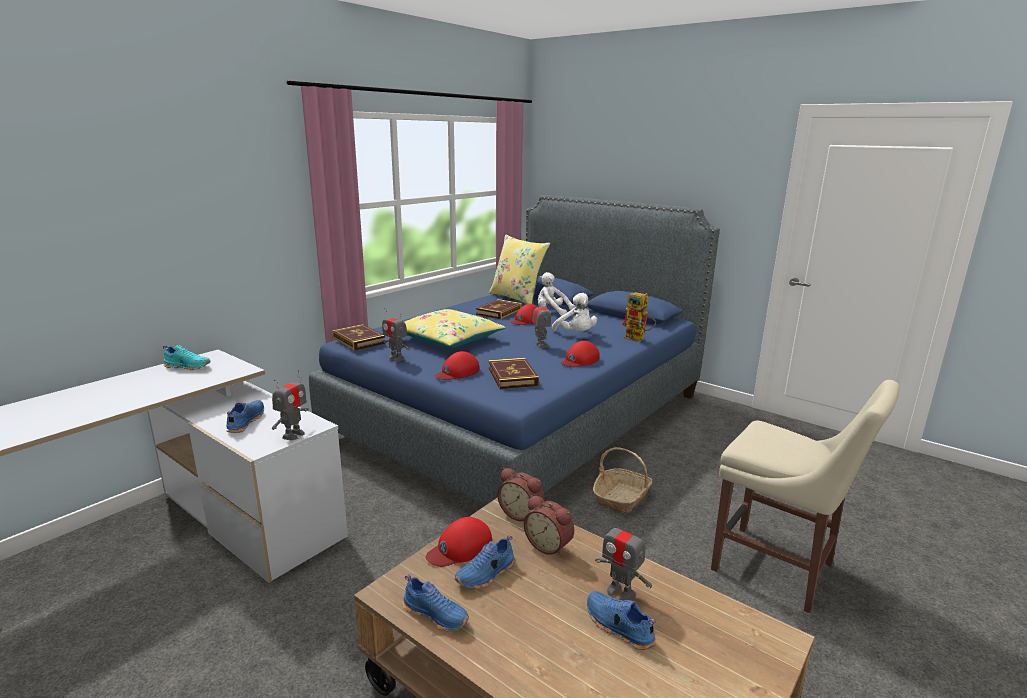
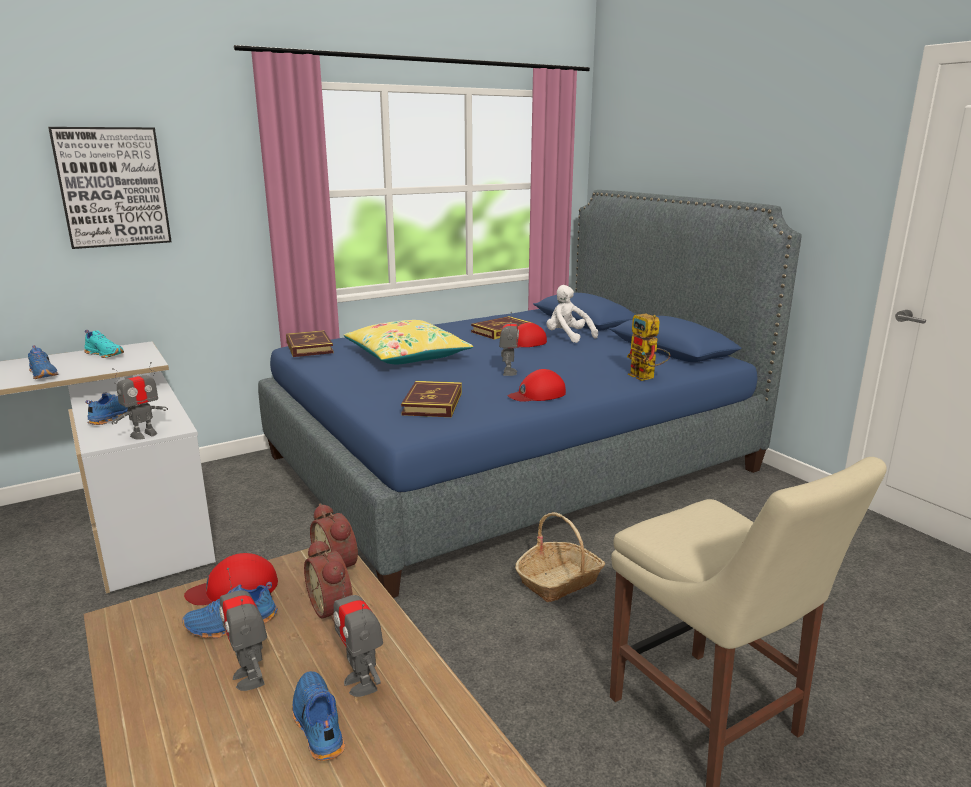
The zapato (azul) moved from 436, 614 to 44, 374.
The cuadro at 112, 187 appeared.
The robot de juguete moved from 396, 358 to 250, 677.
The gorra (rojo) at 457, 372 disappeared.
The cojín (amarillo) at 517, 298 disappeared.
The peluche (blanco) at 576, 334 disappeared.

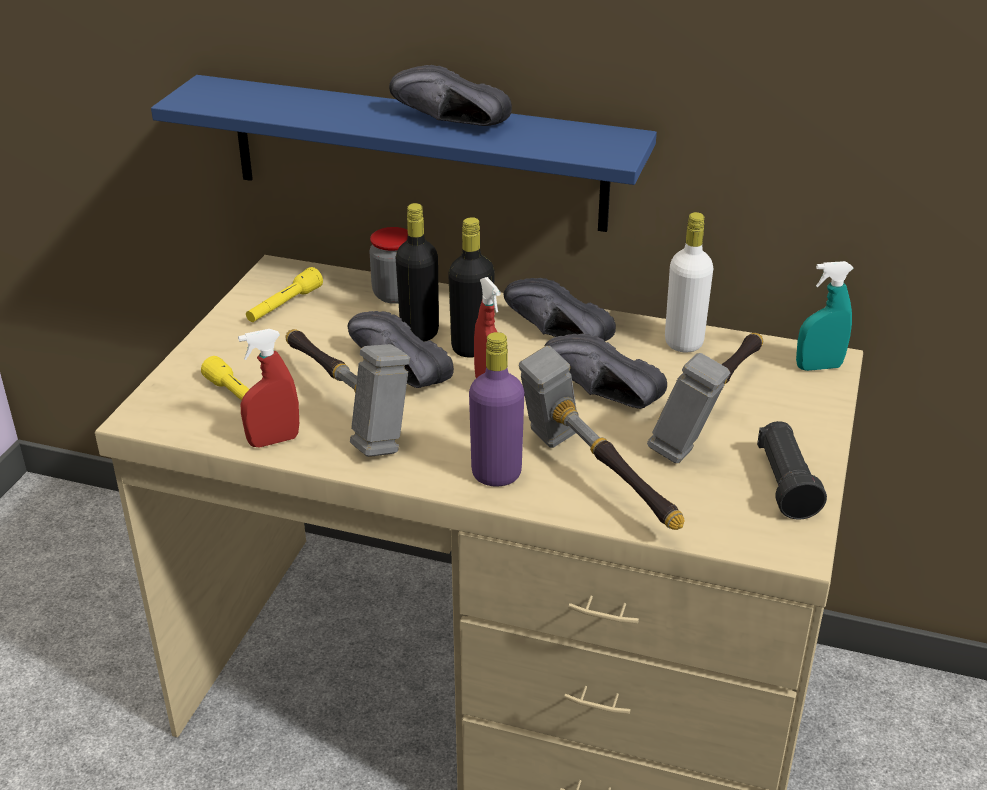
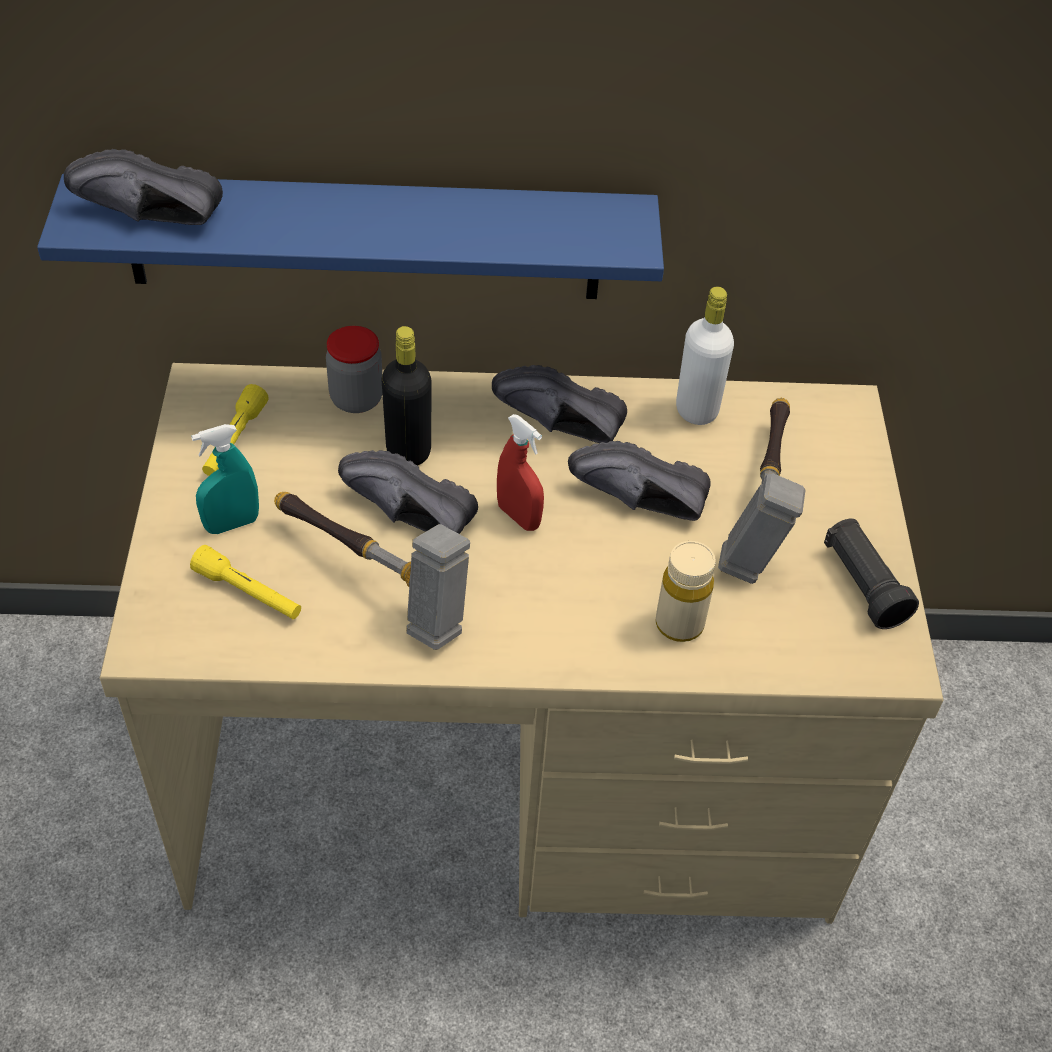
The zapato (negro) moved from 447, 123 to 147, 218.
The pulverizador (turquesa) moved from 818, 367 to 232, 524.
The martillo at 596, 481 was replaced by the botella (beis) at 679, 624.
The pulverizador (rojo) at 273, 441 disappeared.
The botella (negro) at 472, 348 disappeared.
The botella (morado) at 496, 474 disappeared.

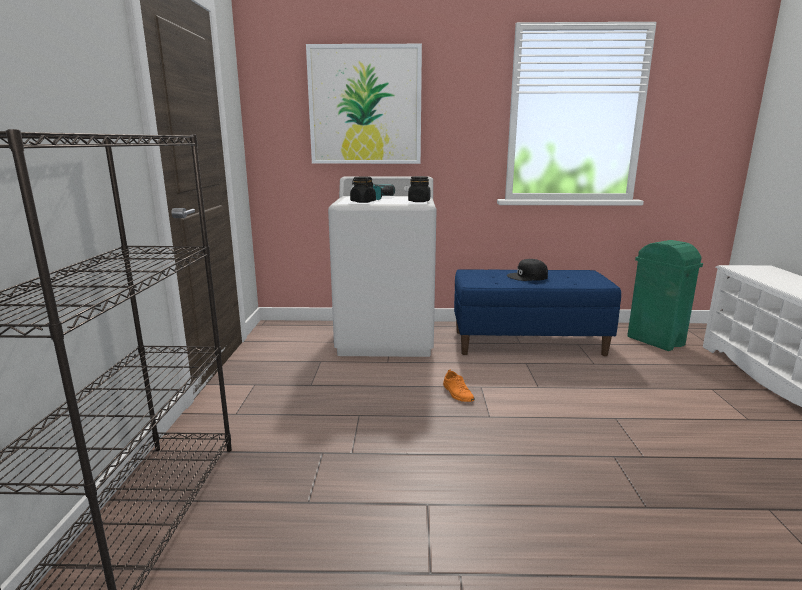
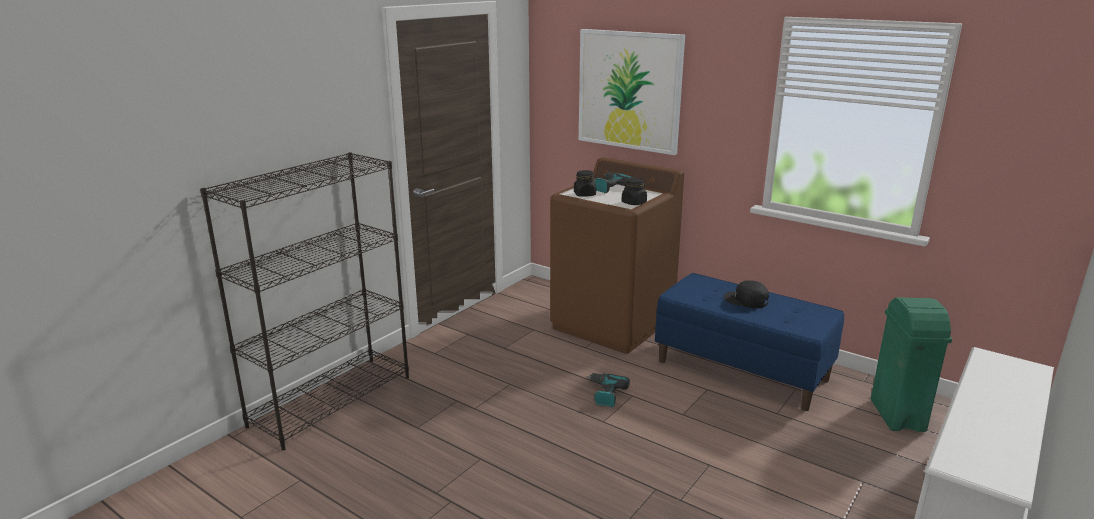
The lavadora (blanco) at 386, 338 became the lavadora (marrón) at 613, 324.
The zapato (naranja) at 457, 393 was replaced by the taladro at 605, 394.

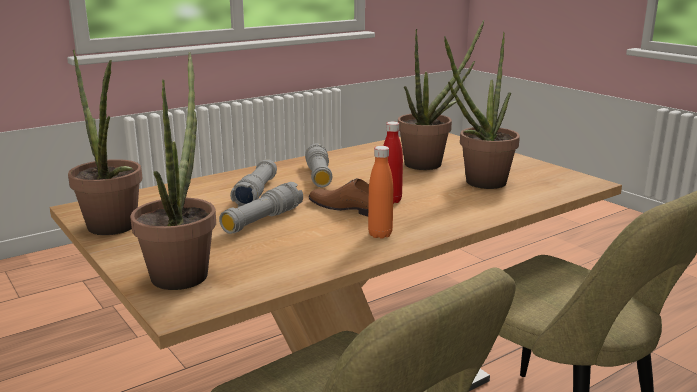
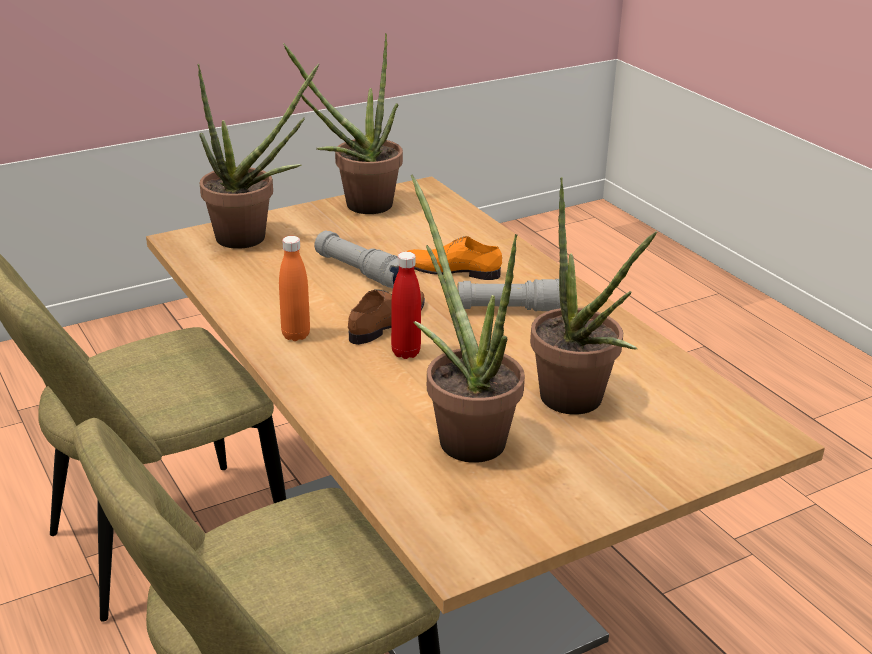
The linterna (gris) at 256, 193 was replaced by the zapato (naranja) at 451, 269.

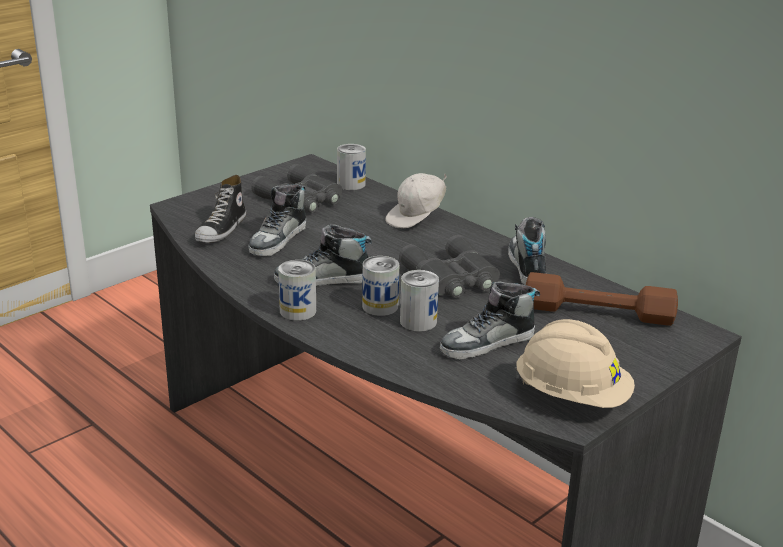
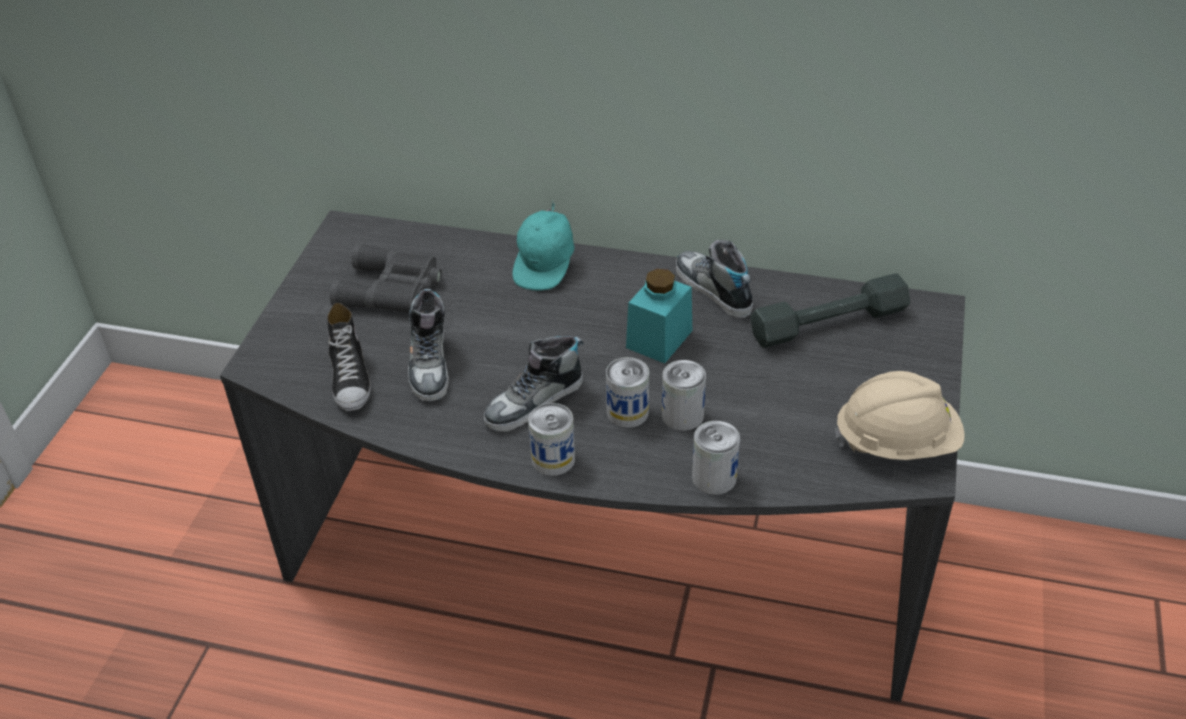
The gorra (blanco) at 418, 218 became the gorra (turquesa) at 546, 266.
The prismáticos (gris) at 452, 278 was replaced by the tarro (turquesa) at 659, 339.
The lata moved from 351, 184 to 714, 477.
The mancuerna (marrón) at 598, 312 became the mancuerna (gris) at 828, 322.
The zapato at 487, 343 disappeared.

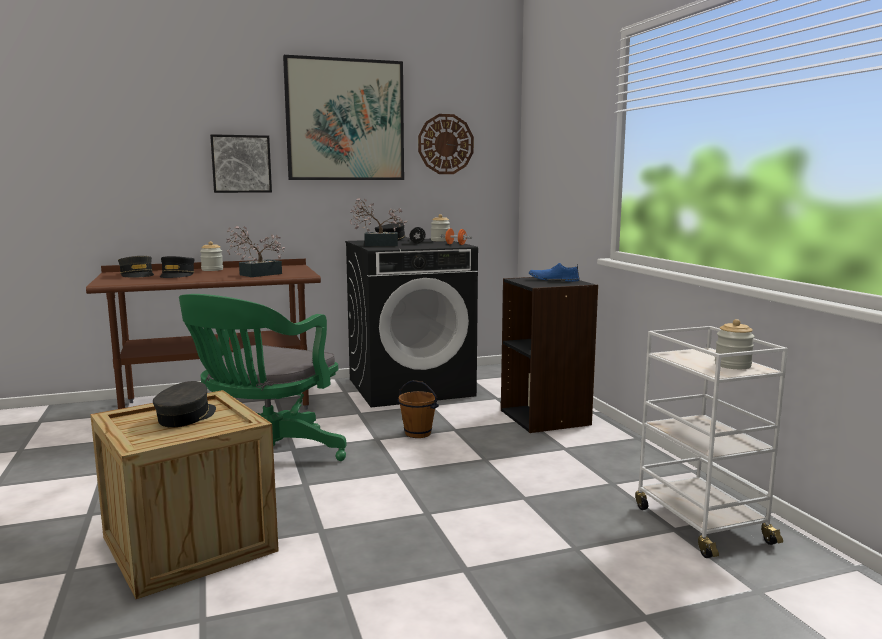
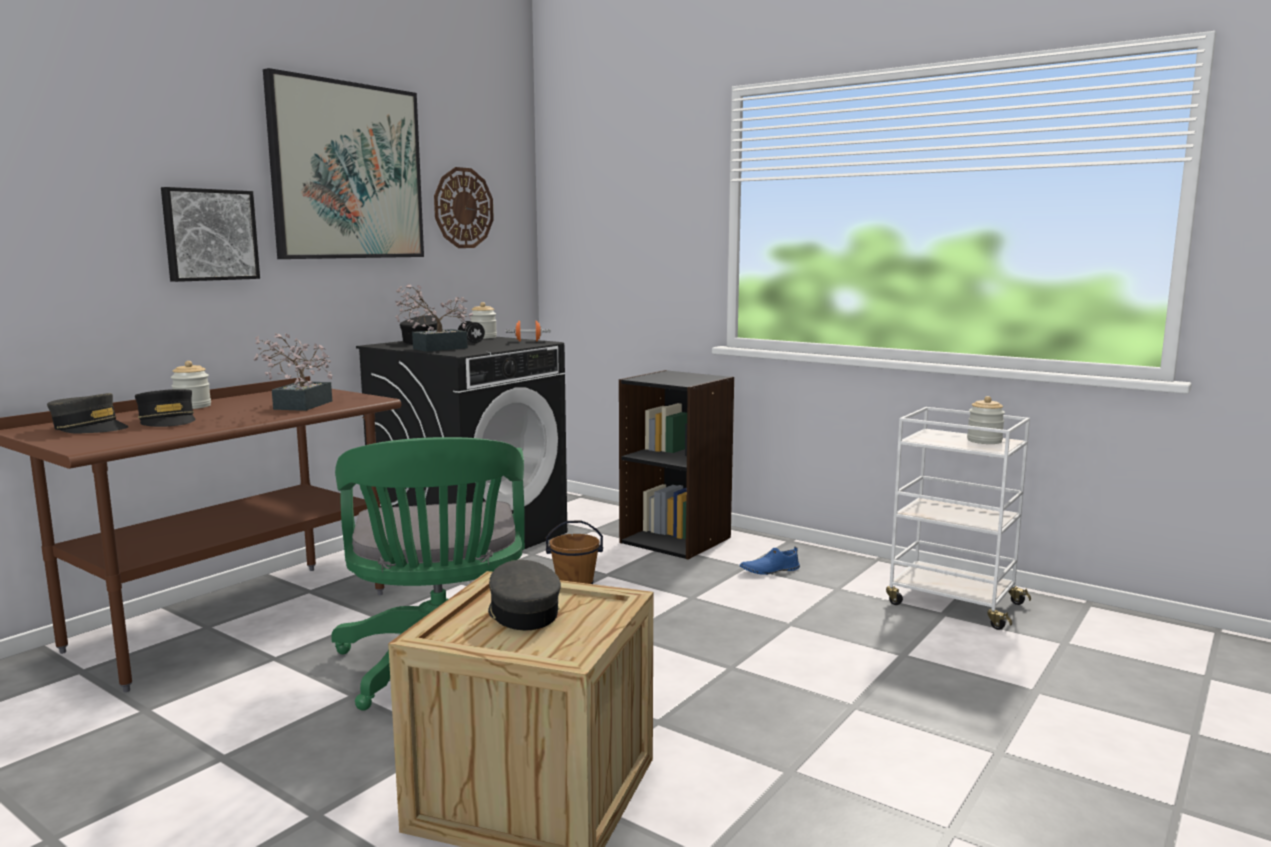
The zapato (azul) moved from 553, 280 to 769, 570.

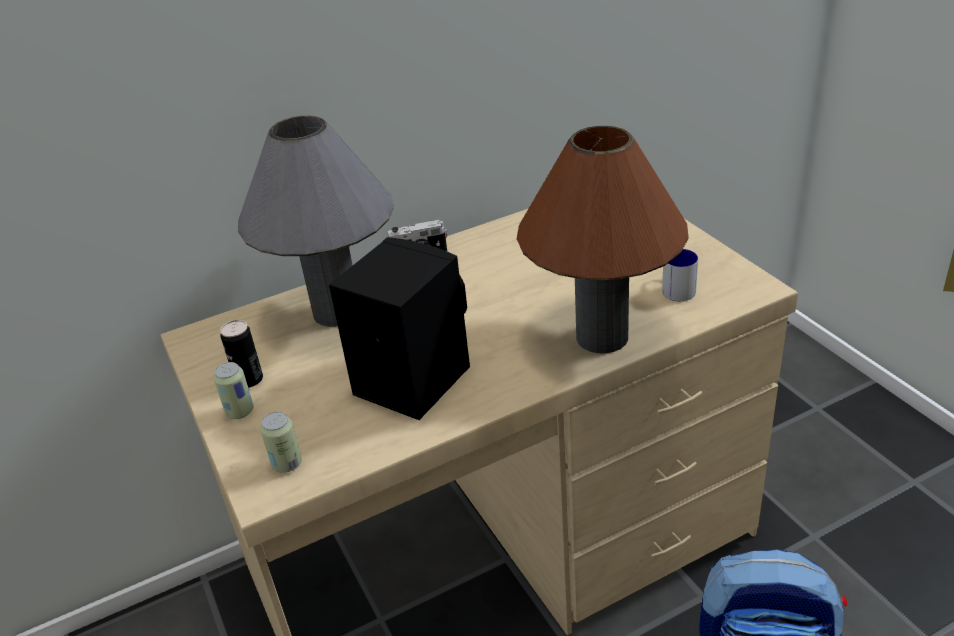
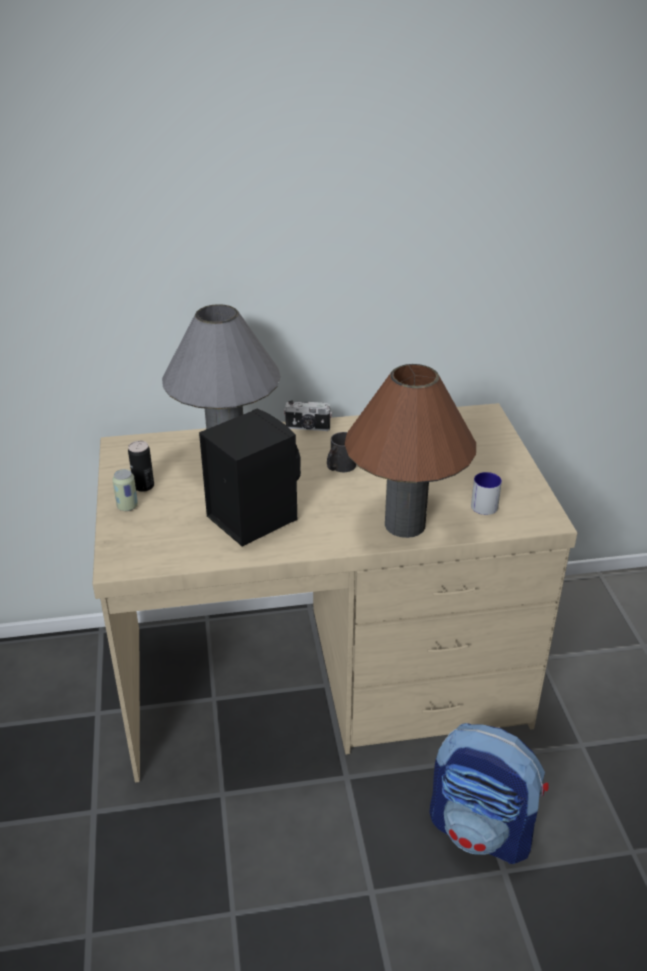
The taza grande (negro) at 339, 467 appeared.
The lata at 287, 464 disappeared.

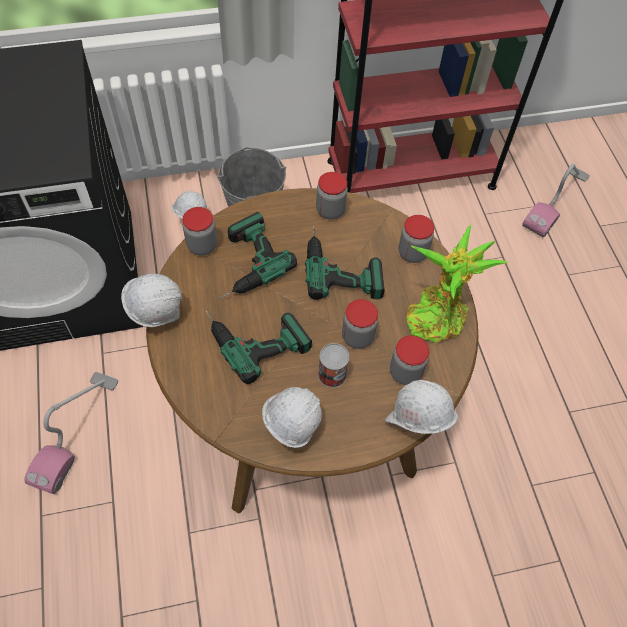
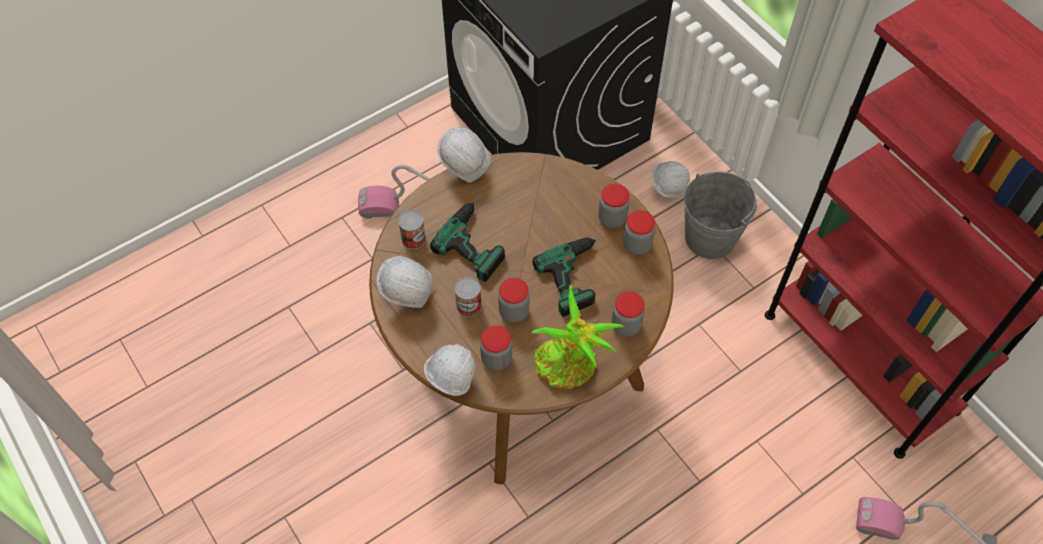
The lata at 413, 239 appeared.
The tarro moved from 202, 246 to 612, 218.
The taladro at 243, 263 disappeared.

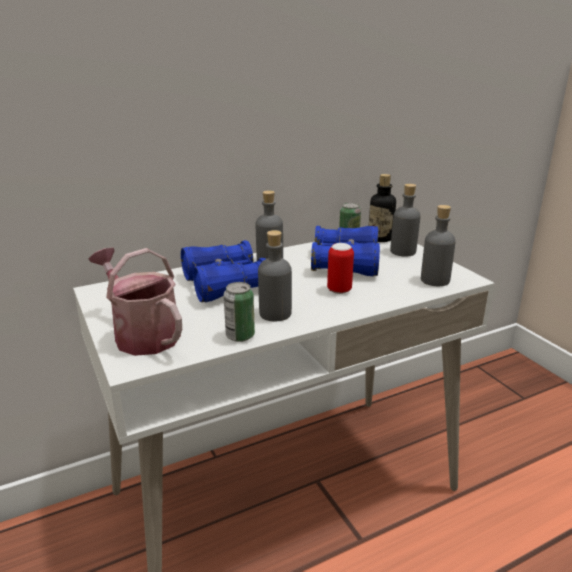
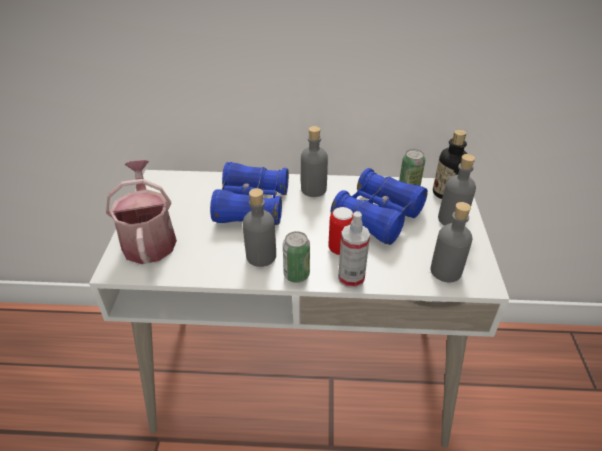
The lata moved from 240, 336 to 296, 275.
The pulverizador at 351, 278 appeared.

